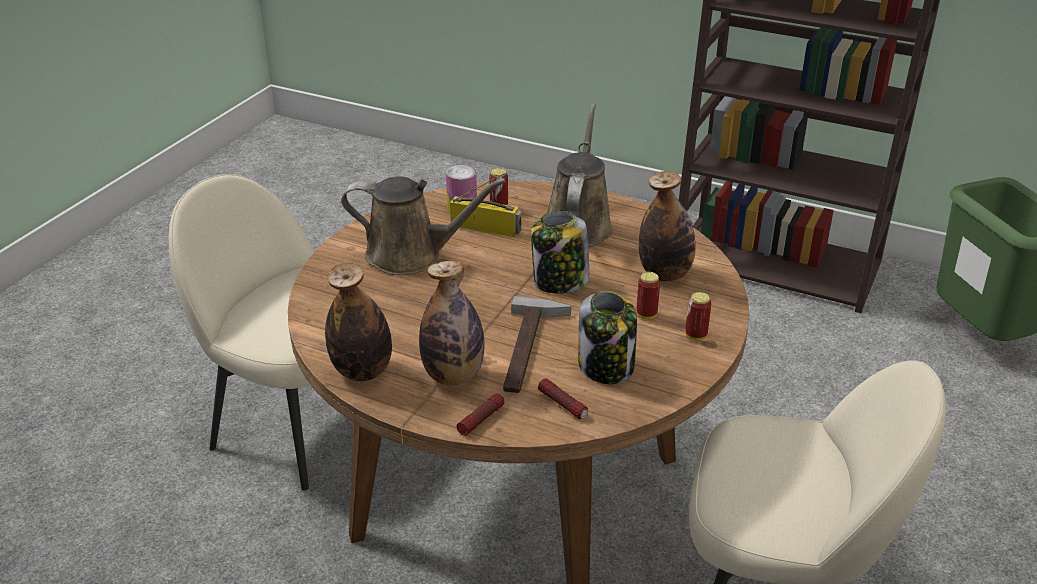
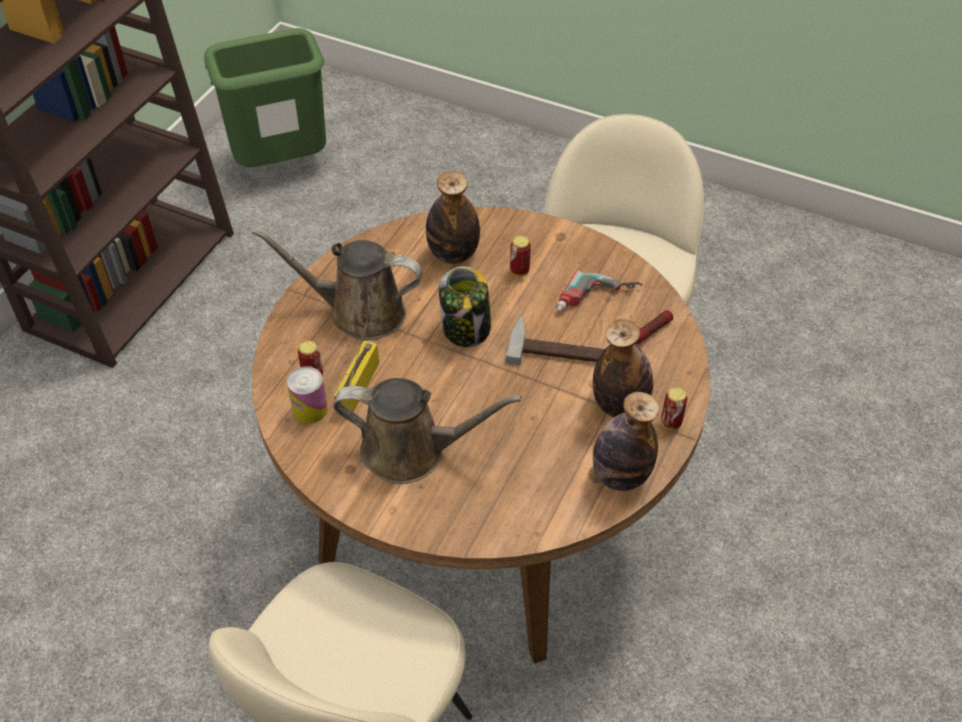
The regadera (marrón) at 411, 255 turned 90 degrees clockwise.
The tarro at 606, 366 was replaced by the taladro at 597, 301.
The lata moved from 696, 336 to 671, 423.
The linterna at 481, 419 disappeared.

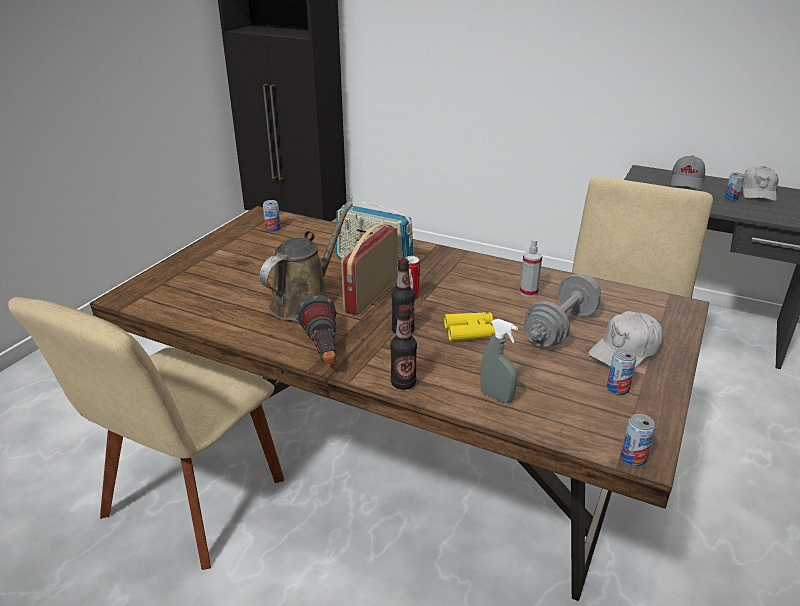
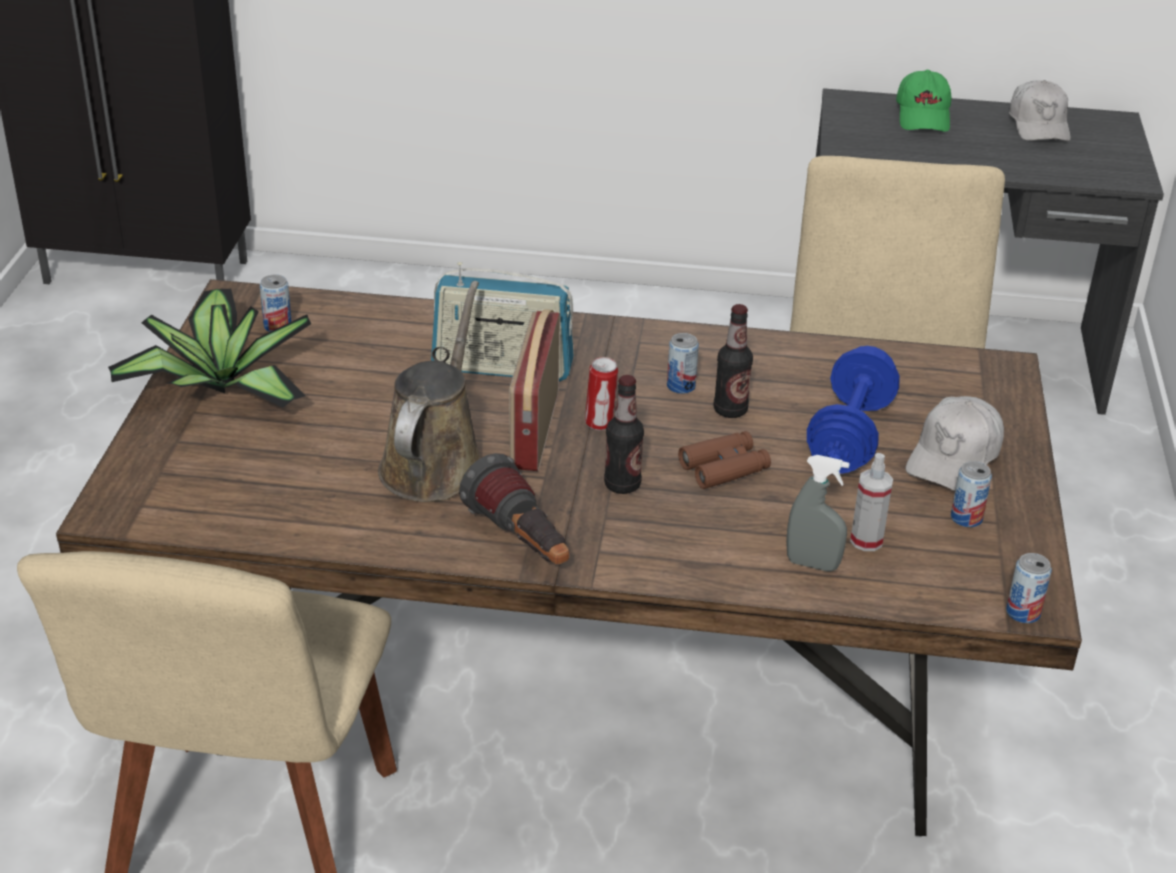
The planta en maceta at 218, 387 appeared.
The lata moved from 731, 198 to 681, 386.
The prismáticos (amarillo) at 470, 332 became the prismáticos (marrón) at 724, 468.
The botella moved from 403, 383 to 730, 410.
The mancuerna (gris) at 560, 328 became the mancuerna (azul) at 849, 436.
The pulverizador moved from 528, 292 to 866, 541.
The gorra (gris) at 687, 181 became the gorra (verde) at 924, 116.

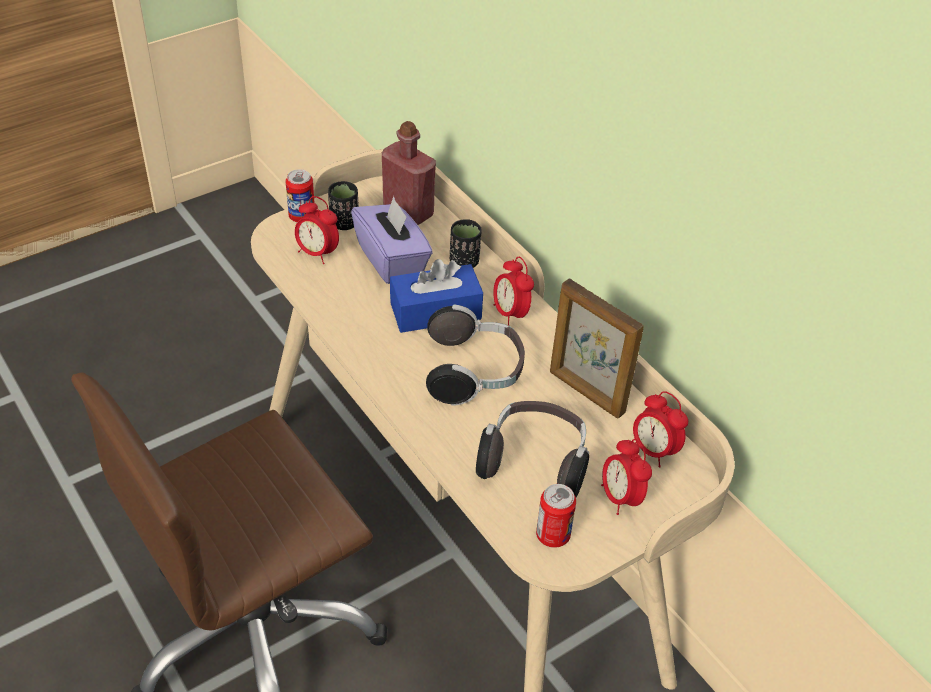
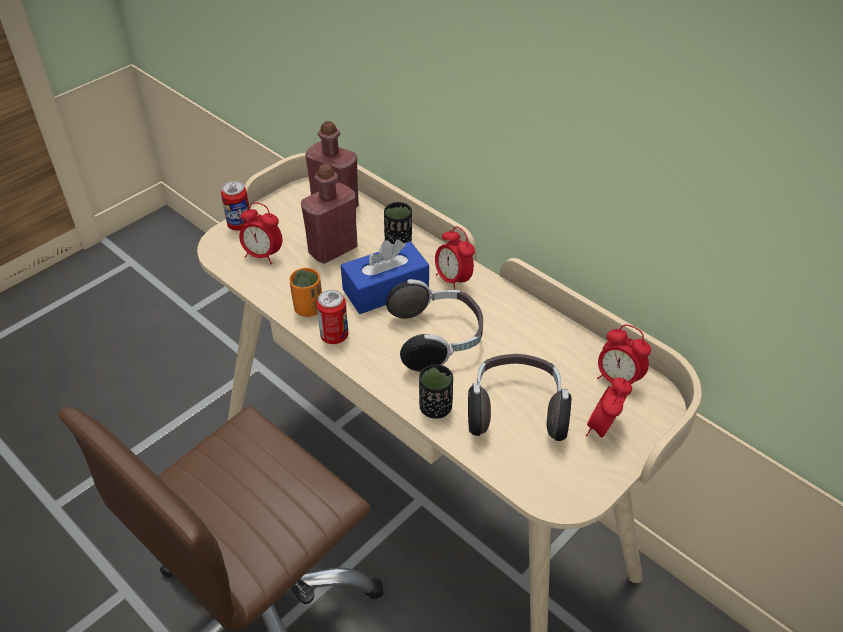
The taza (naranja) at 308, 309 appeared.
The caja de pañuelos (morado) at 392, 259 was replaced by the botella (rojo) at 333, 250.
The lata moved from 553, 535 to 334, 336.
The taza (negro) moved from 344, 223 to 435, 408.
The despertador at 620, 497 turned 60 degrees clockwise.
The portarretratos at 586, 392 disappeared.

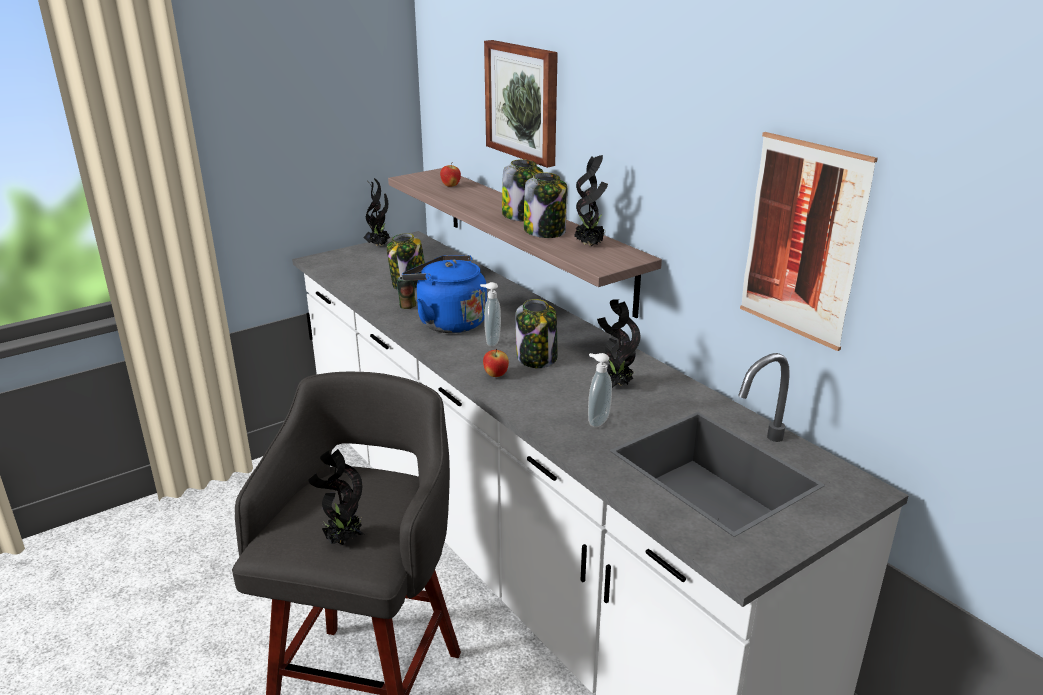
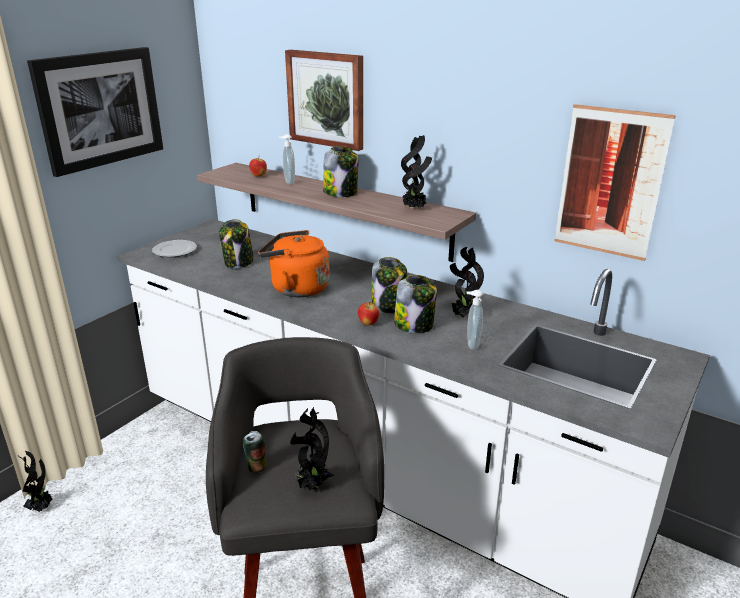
The planta en maceta moved from 379, 245 to 42, 507.
The cuadro at 100, 109 appeared.
The plato at 175, 251 appeared.
The lata moved from 407, 306 to 256, 466.
The hervidor (azul) at 448, 322 became the hervidor (naranja) at 296, 288.
The dispensador de jabón moved from 491, 342 to 288, 182.
The tarro moved from 545, 231 to 414, 325.

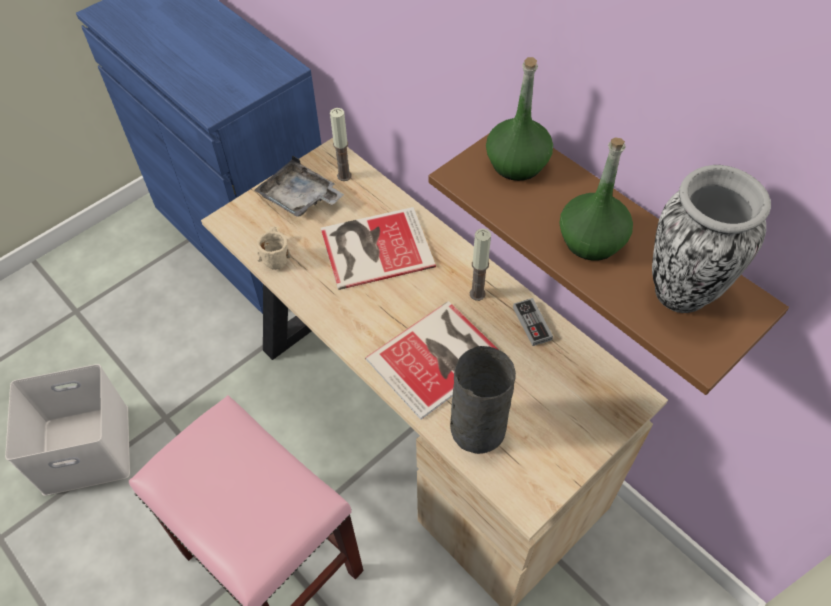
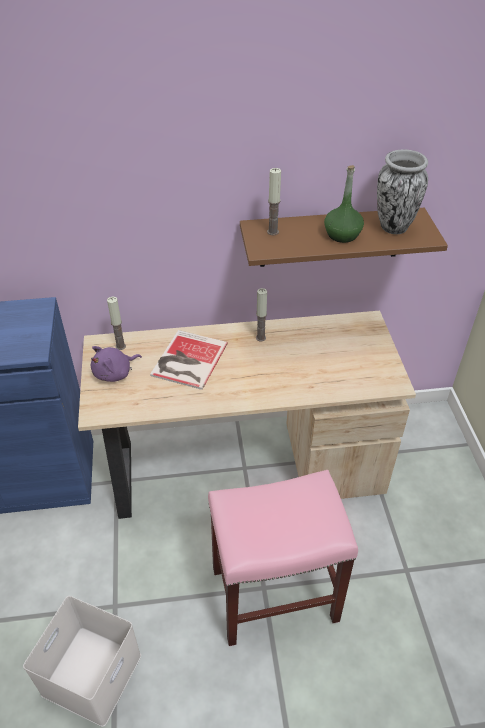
The bandeja (gris) at 299, 198 was replaced by the peluche (morado) at 115, 373.
The botella (verde) at 517, 164 was replaced by the vela at 273, 232.
The taza grande (beis) at 274, 254 disappeared.
The libro at 439, 358 disappeared.
The florero (gris) at 476, 427 disappeared.
The mando de consola at 532, 323 disappeared.

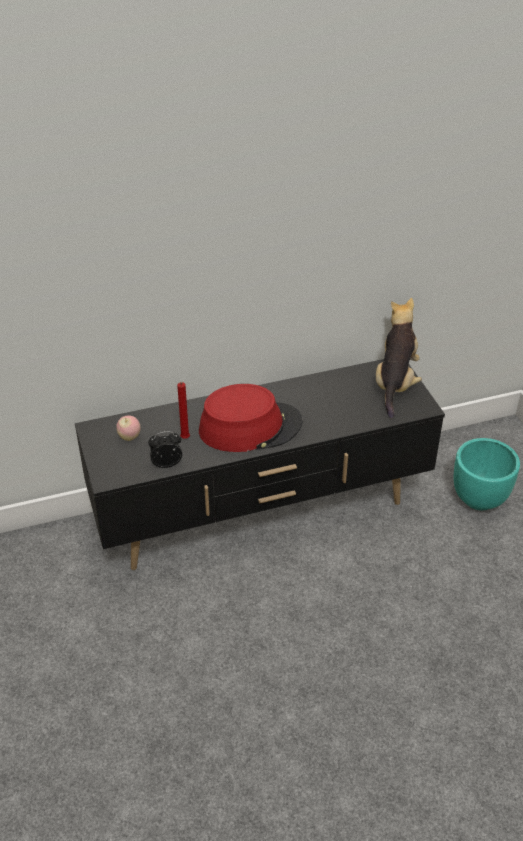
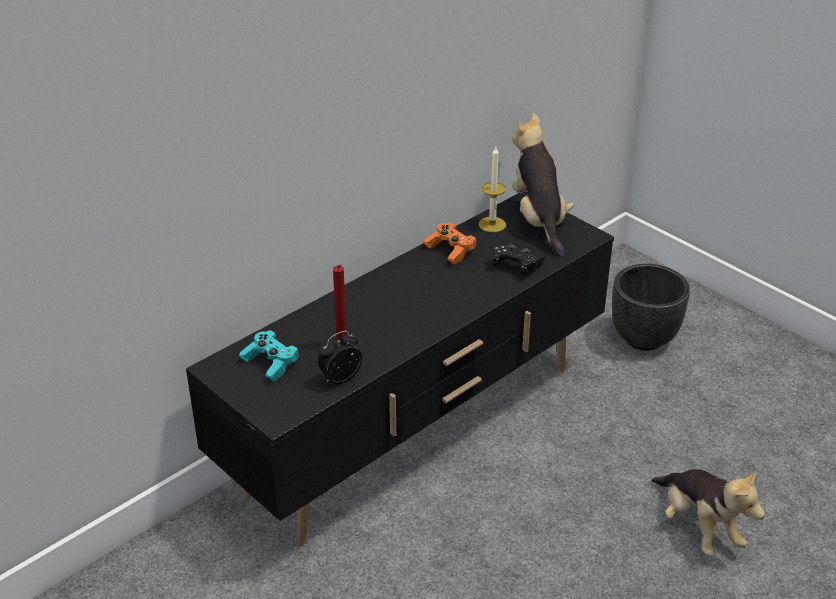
The manzana at 129, 437 was replaced by the mando de consola (turquesa) at 270, 363.
The mando de consola (naranja) at 450, 250 appeared.
The vela at 492, 224 appeared.
The mando de consola (negro) at 516, 265 appeared.
The maceta (turquesa) at 479, 499 became the maceta (negro) at 644, 339.
The peluche at 698, 527 appeared.
The sombrero (rojo) at 250, 427 disappeared.

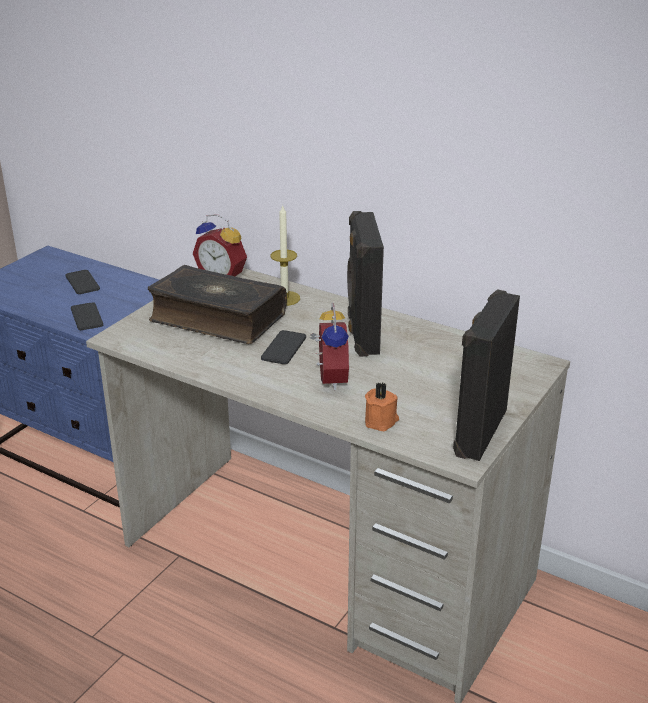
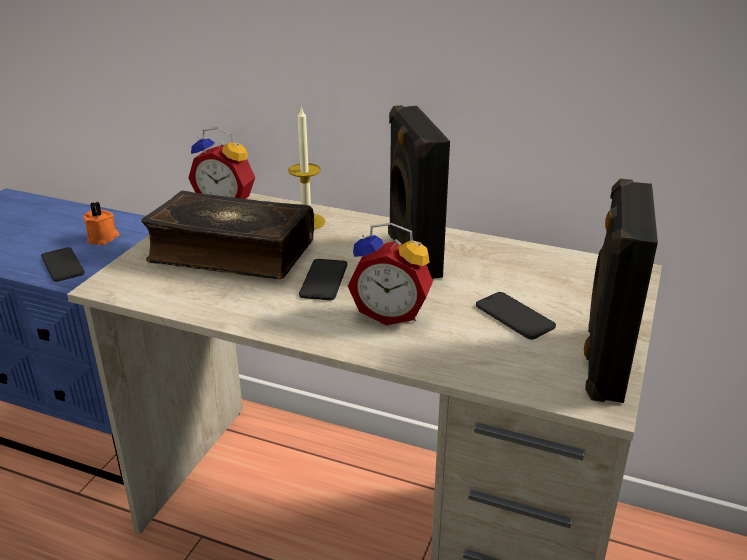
The vela (naranja) moved from 381, 421 to 103, 238.
The despertador at 328, 379 turned 120 degrees clockwise.
The móvil moved from 82, 282 to 514, 316.

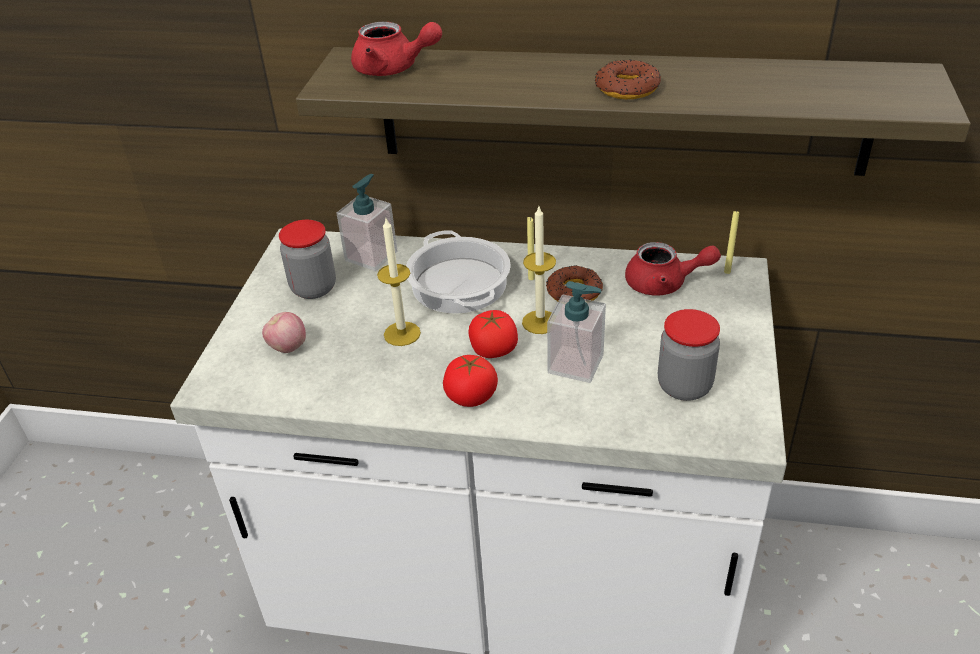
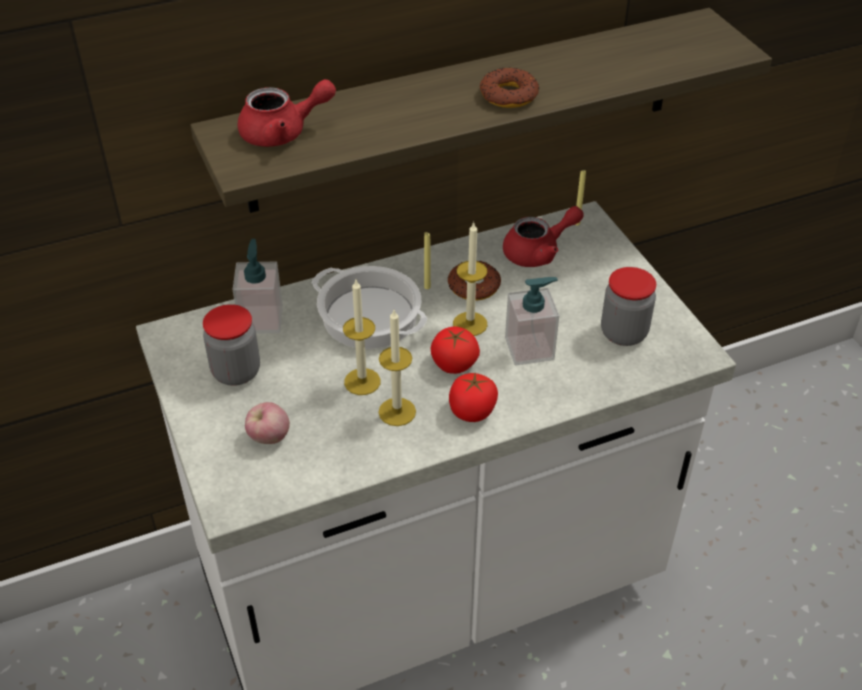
The vela at 397, 412 appeared.

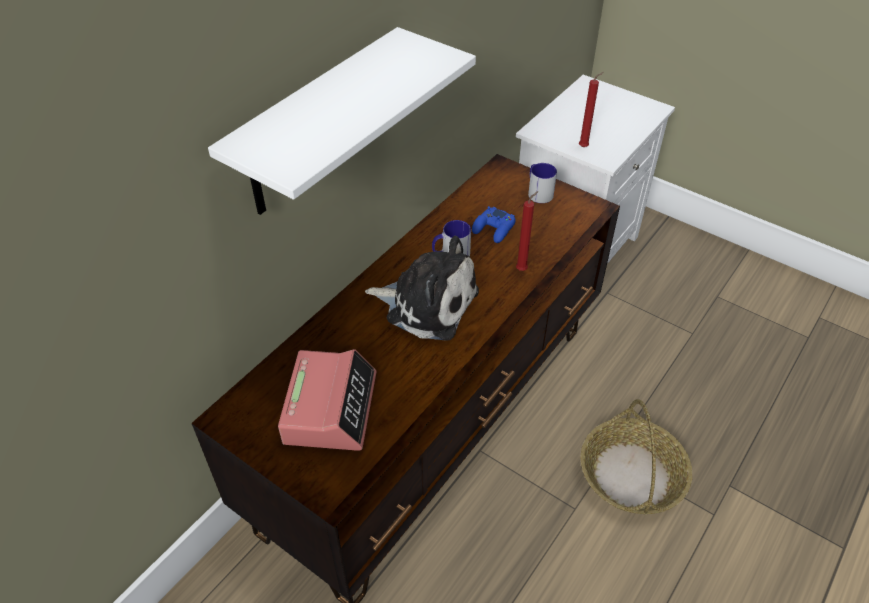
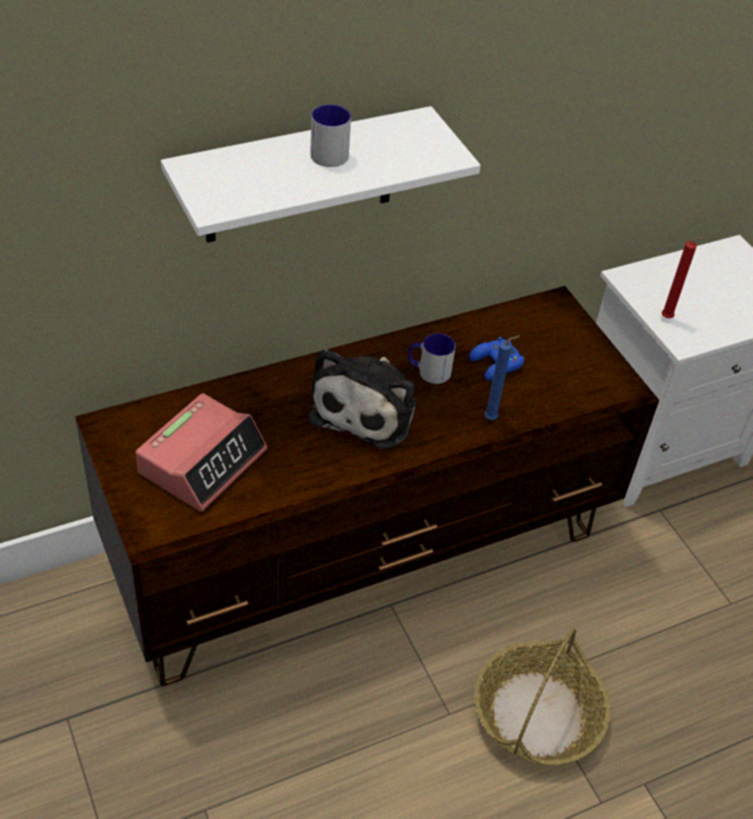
The peluche at 427, 303 turned 60 degrees clockwise.
The taza grande moved from 538, 192 to 330, 151.
The vela (rojo) at 523, 269 became the vela (azul) at 493, 418.

